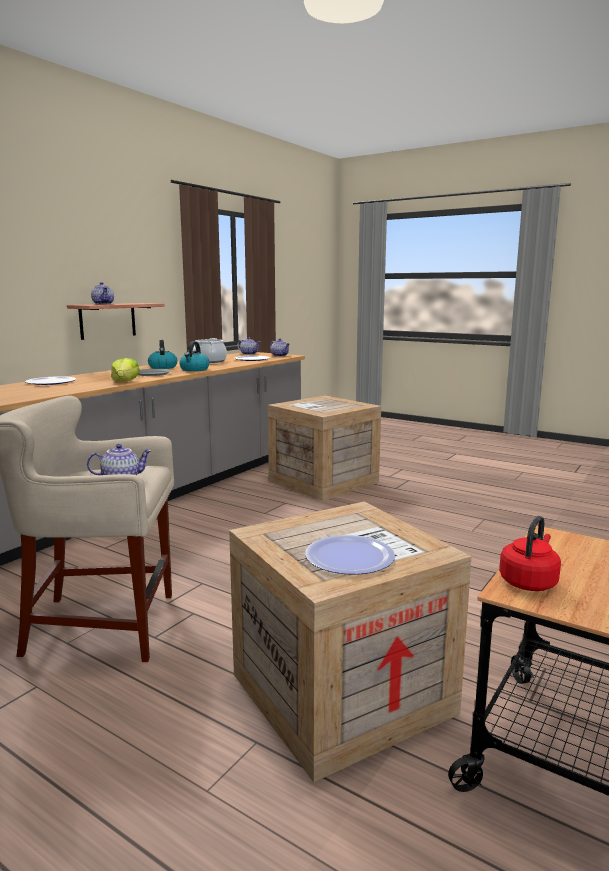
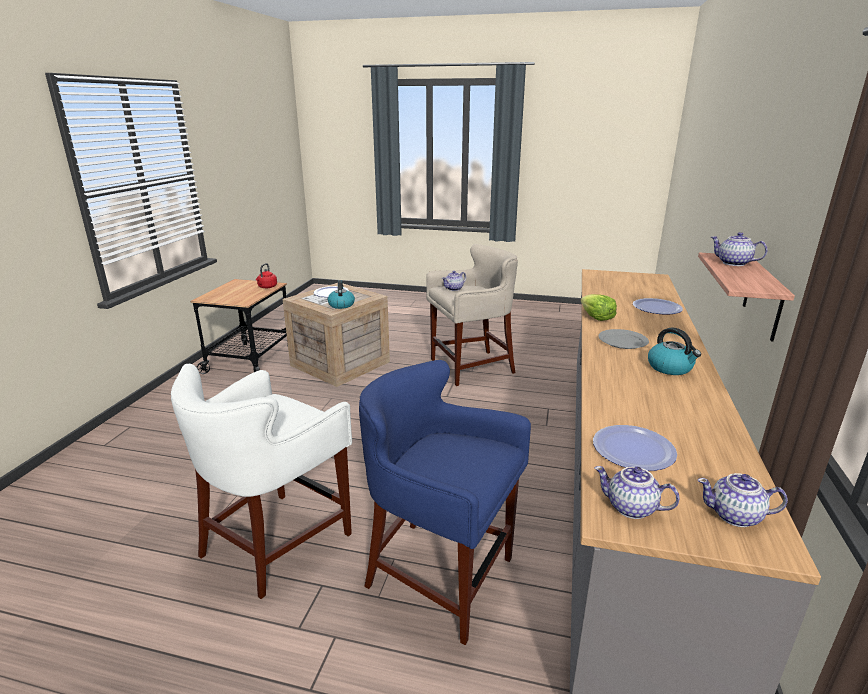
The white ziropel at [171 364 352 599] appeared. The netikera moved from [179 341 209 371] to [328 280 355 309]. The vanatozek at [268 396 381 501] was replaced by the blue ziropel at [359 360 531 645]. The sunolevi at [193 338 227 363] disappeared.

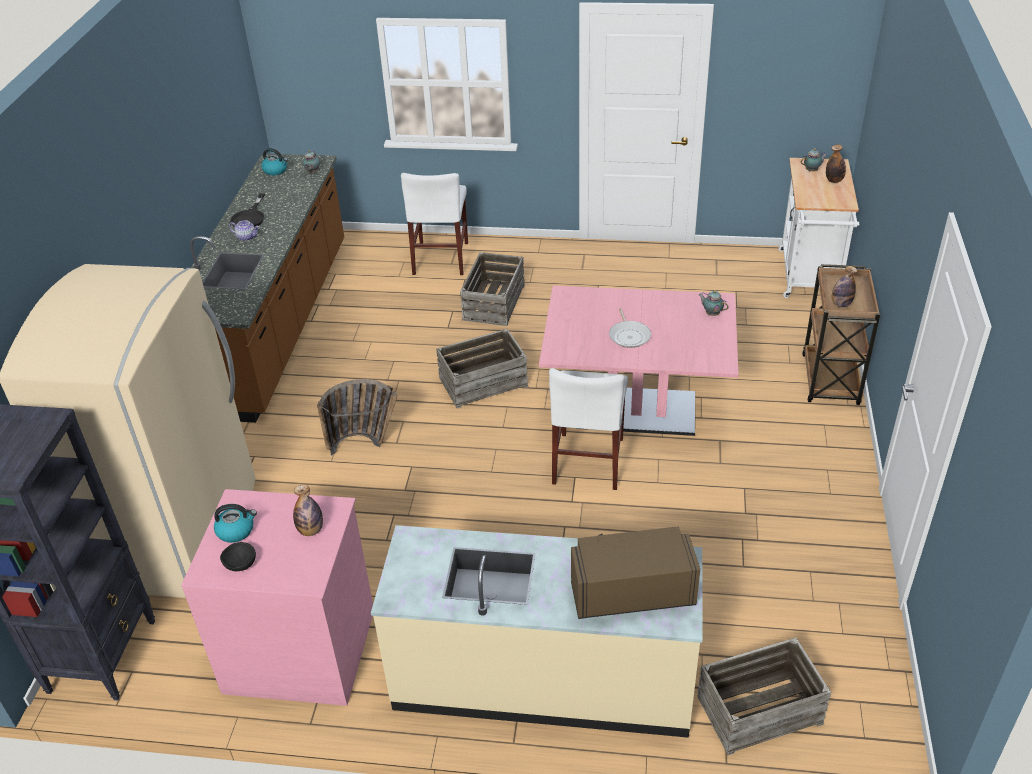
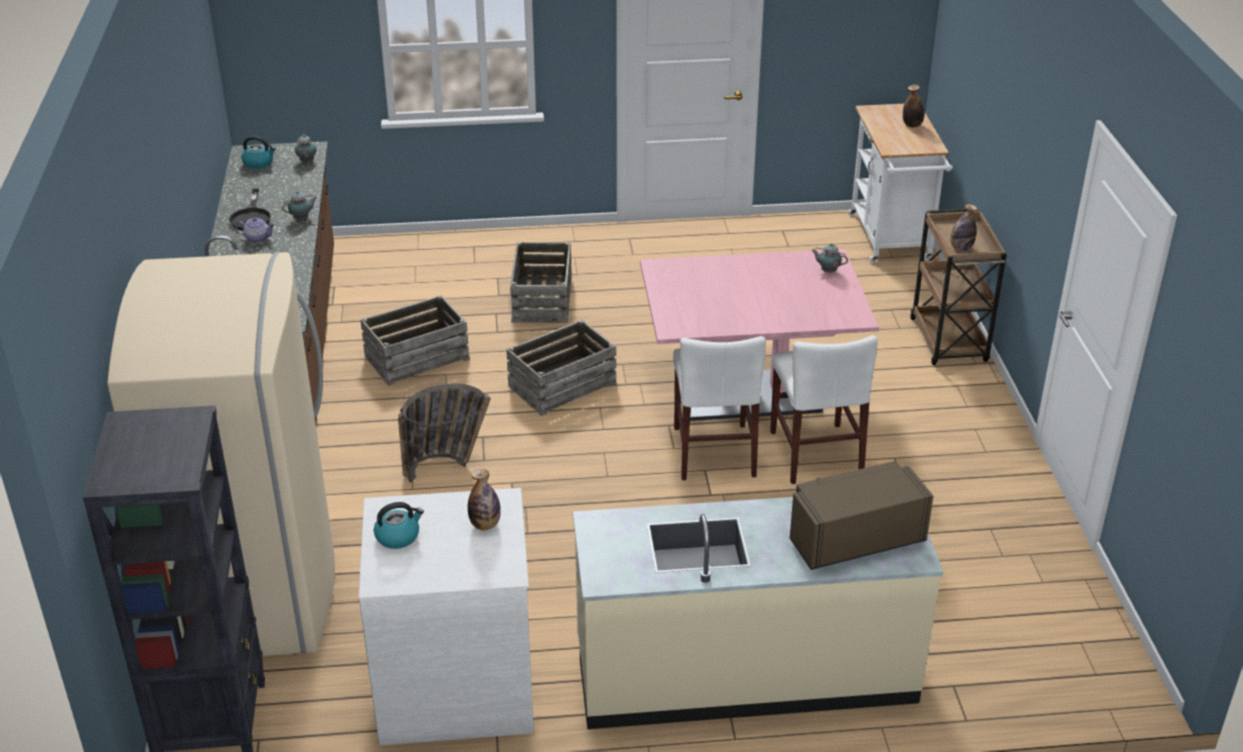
The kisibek moved from [801 148 827 171] to [282 191 317 220]. The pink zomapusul at [181 489 373 706] became the white zomapusul at [359 488 534 745]. The vanatozek moved from [697 638 831 755] to [360 295 470 386]. The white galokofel moved from [401 173 468 275] to [770 335 878 484]. The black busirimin at [220 542 256 571] disappeared. The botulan at [609 308 651 348] disappeared.

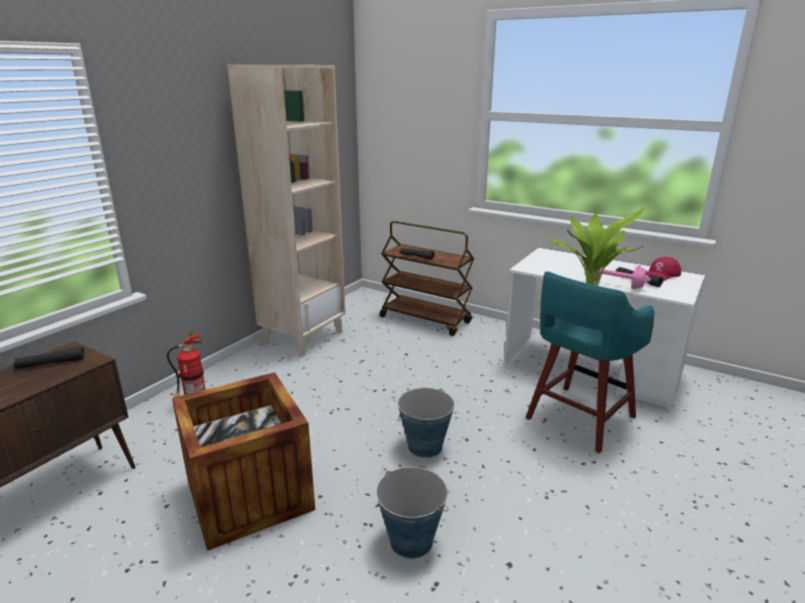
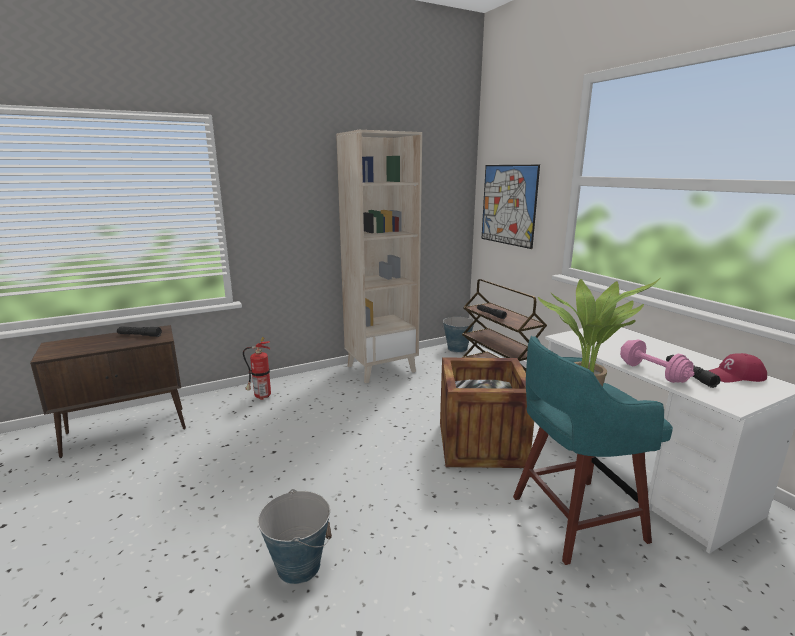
The vanatozek moved from [172 372 315 551] to [440 358 534 468]. The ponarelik moved from [397 388 455 458] to [442 317 474 353]. The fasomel at [482 165 540 249] appeared.

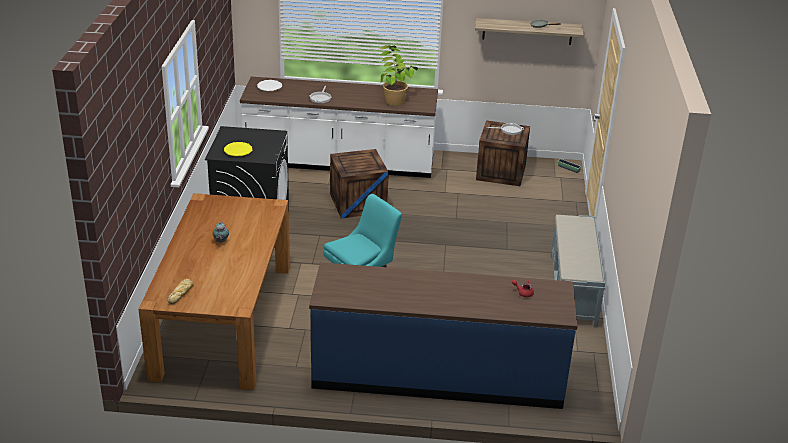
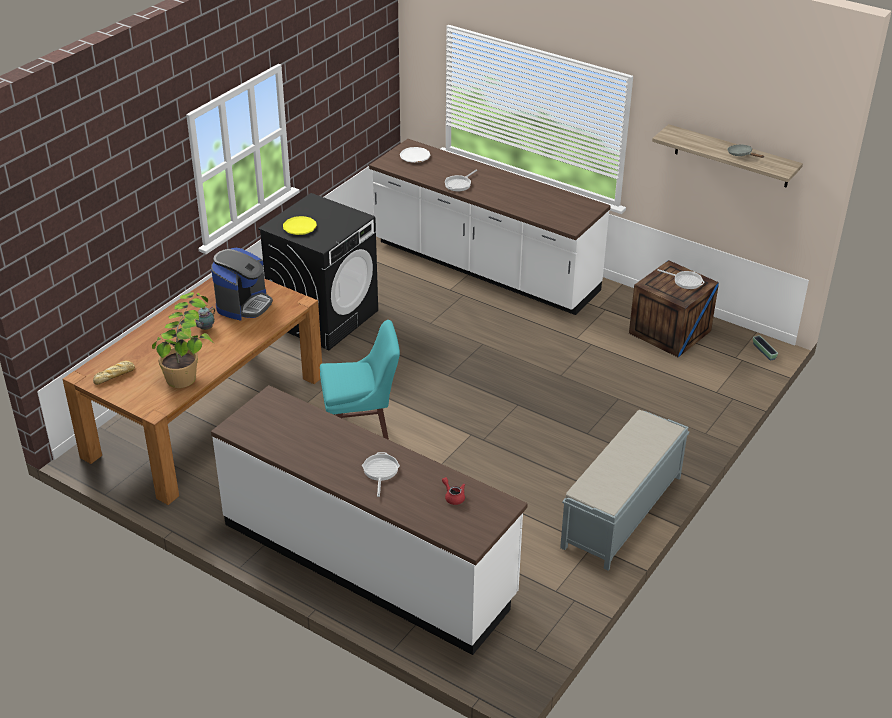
The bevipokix moved from [380 45 418 106] to [152 292 215 388]. The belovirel at [211 248 273 321] appeared. The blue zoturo at [309 262 578 409] became the white zoturo at [211 385 528 655]. The botulan at [362 452 400 497] appeared. The vanatozek at [330 149 389 219] disappeared.

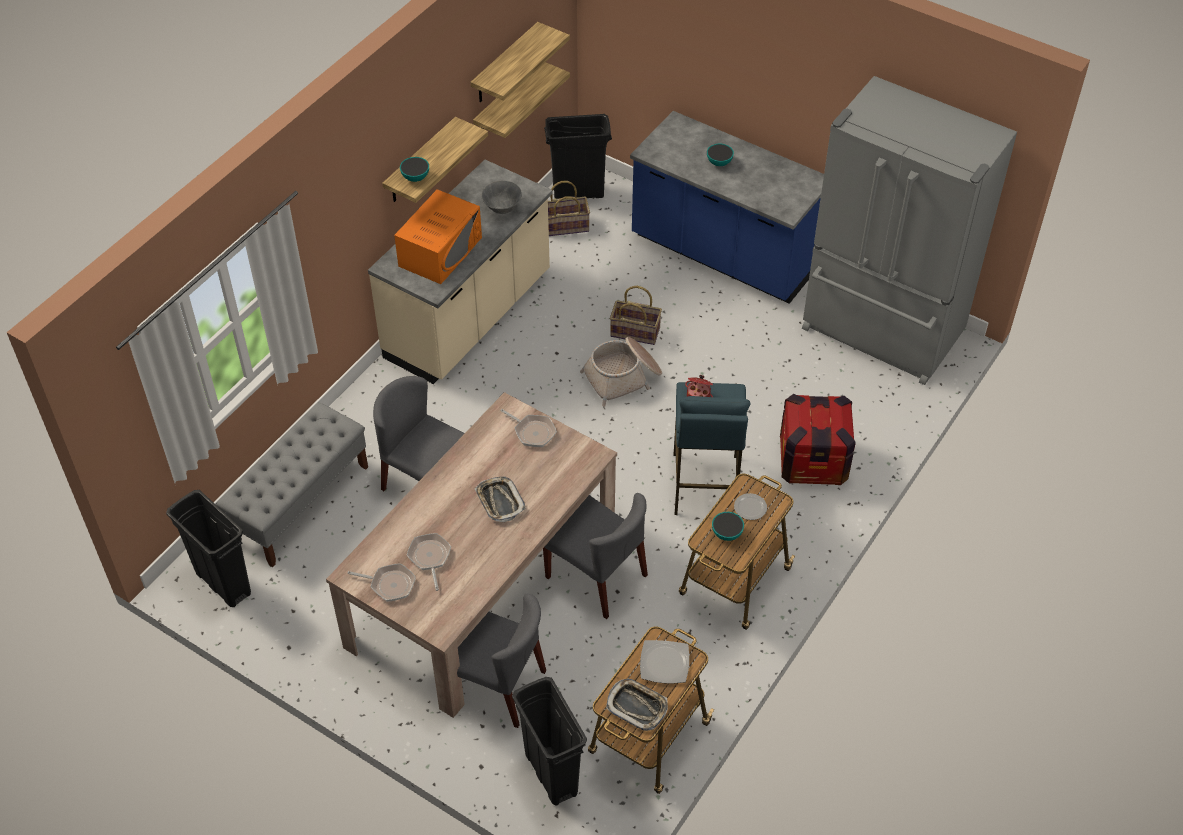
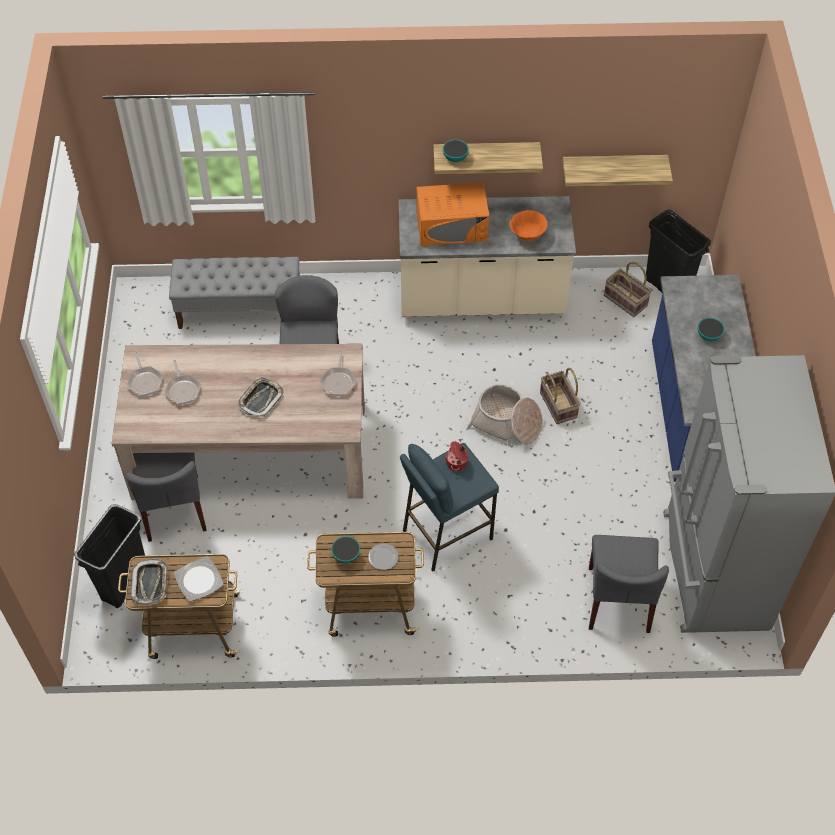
The botulan at [407 533 451 591] turned 120 degrees clockwise. The grey busirimin at [481 181 522 214] became the orange busirimin at [510 210 547 241]. The grey galokofel moved from [543 493 648 619] to [589 535 669 633]. The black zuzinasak at [166 490 251 607] disappeared. The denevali at [470 22 570 102] disappeared. The vanatozek at [780 394 856 485] disappeared.

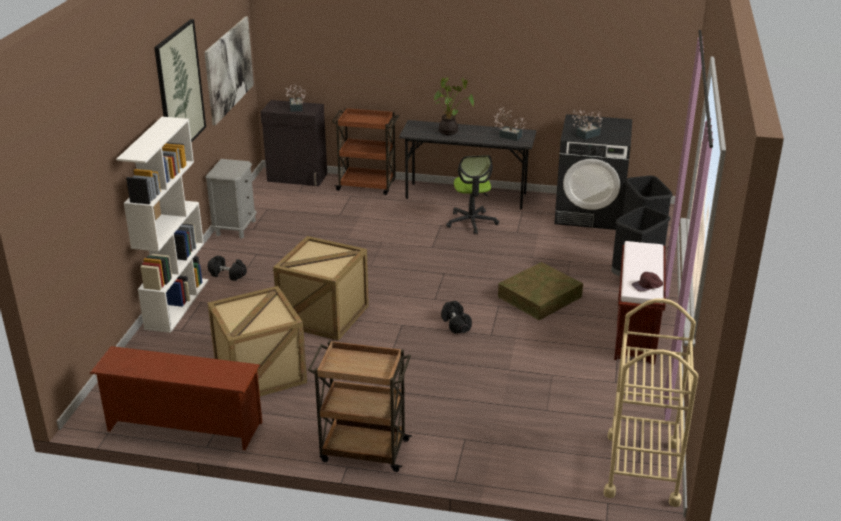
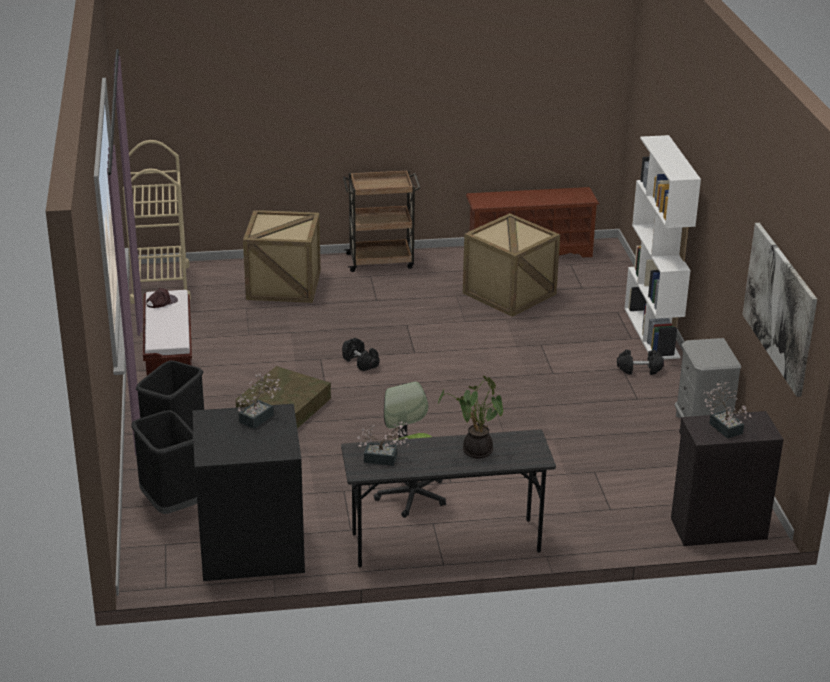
The vanatozek moved from [273 236 369 341] to [243 210 321 303]. The fasomel at [154 19 206 143] disappeared. The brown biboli at [332 108 399 195] disappeared.

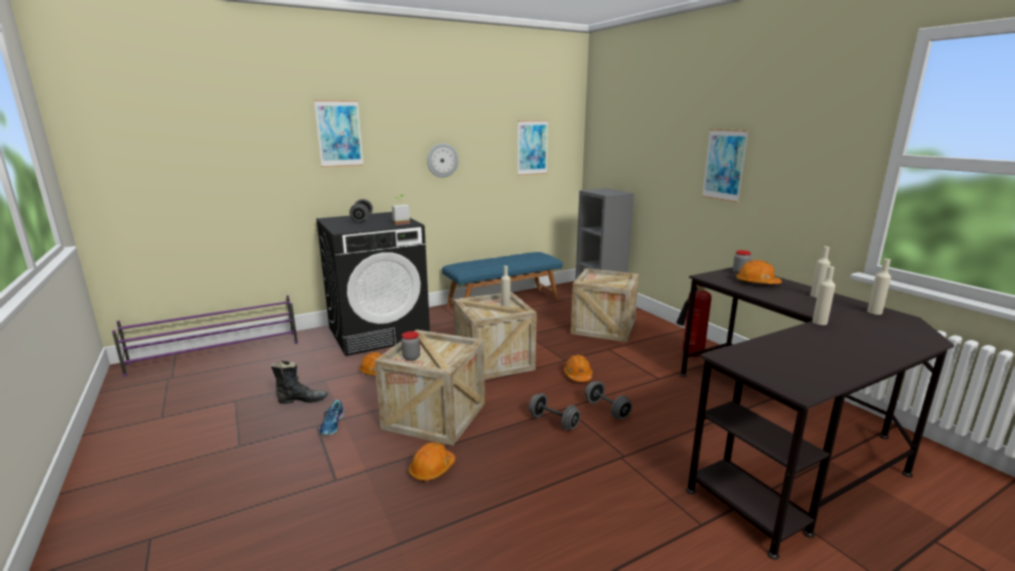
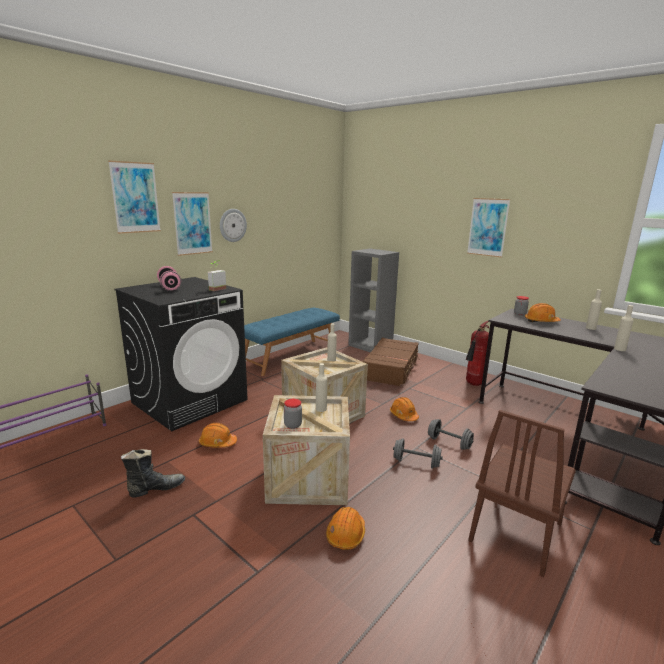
The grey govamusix at [349 199 373 223] became the pink govamusix at [157 266 181 291]. The fasomel moved from [517 120 548 176] to [172 192 213 256]. The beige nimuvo moved from [867 259 891 315] to [316 363 327 412]. The vanatozek at [571 268 639 342] was replaced by the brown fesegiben at [362 338 419 387]. The brown galokofel at [468 410 576 577] appeared. The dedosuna at [319 400 345 435] disappeared.

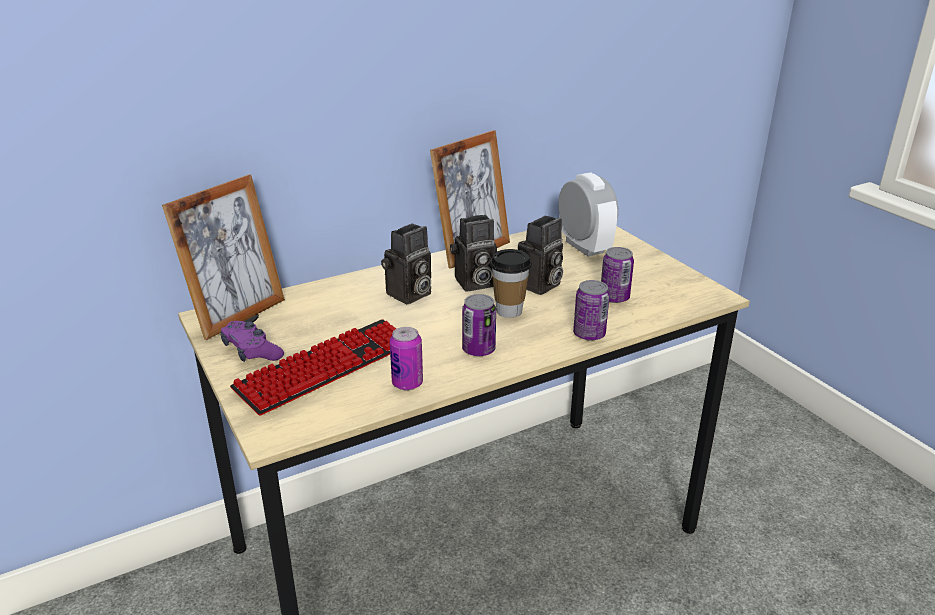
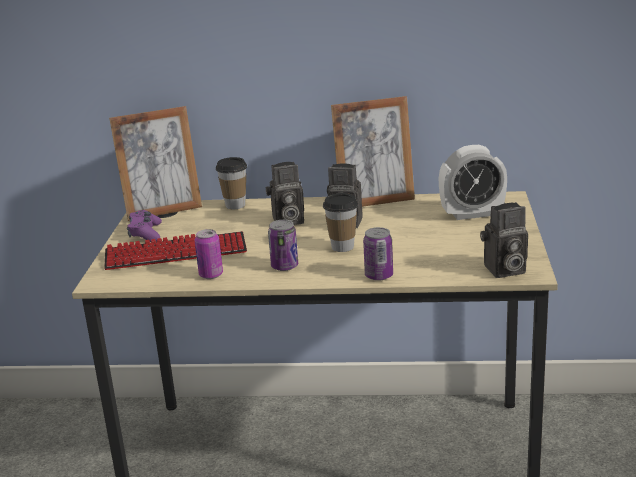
The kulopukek at [216 157 247 209] appeared. The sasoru at [559 173 618 257] turned 75 degrees clockwise. The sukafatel moved from [517 216 563 295] to [480 202 528 278]. The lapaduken at [601 247 634 303] disappeared.

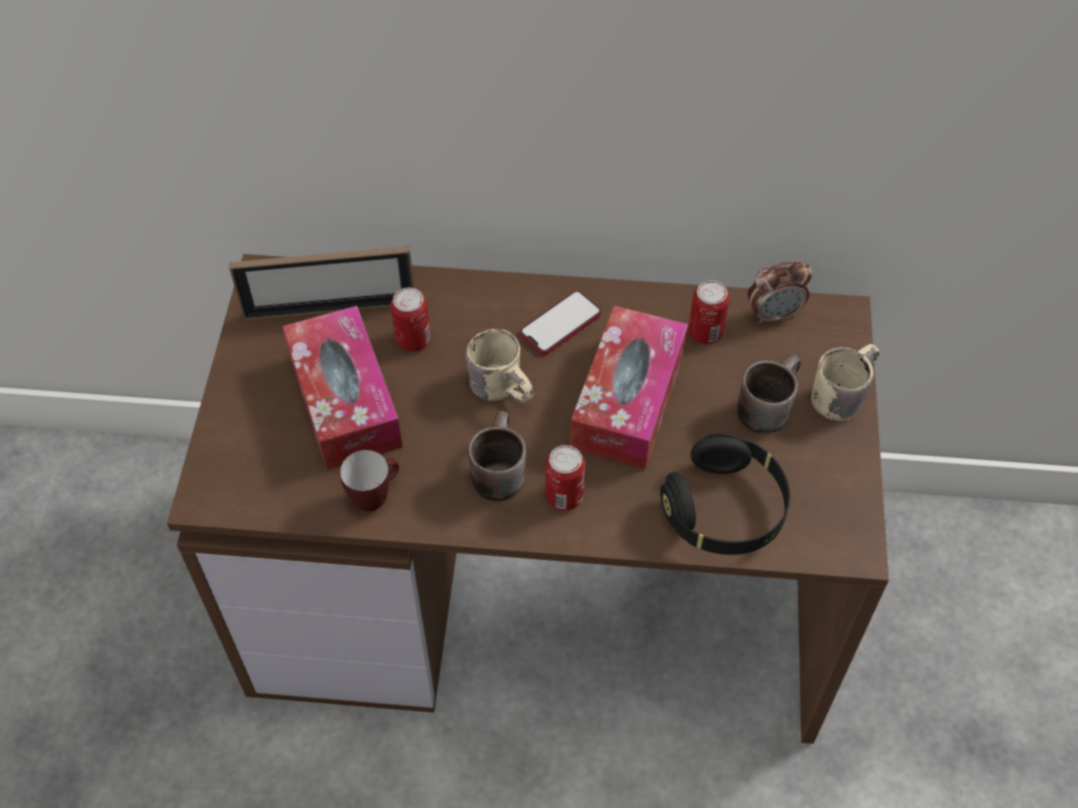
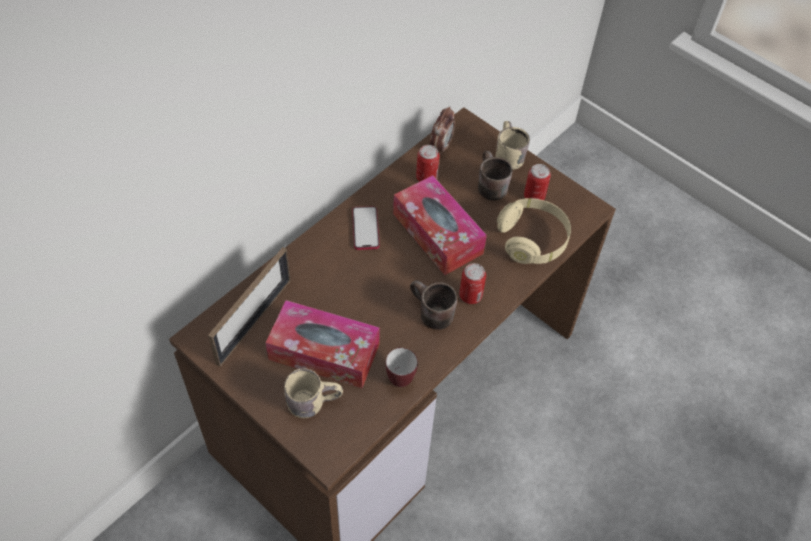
The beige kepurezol moved from [466 329 534 403] to [284 368 343 418]. The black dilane at [660 433 790 555] became the beige dilane at [497 198 571 264]. The lapaduken moved from [391 288 431 351] to [524 164 551 200].

